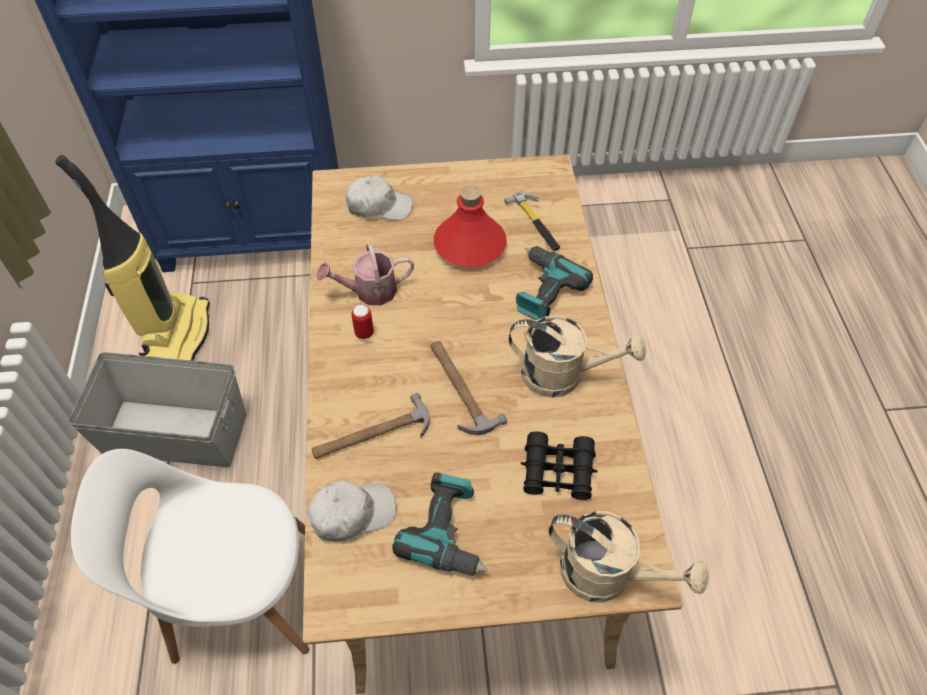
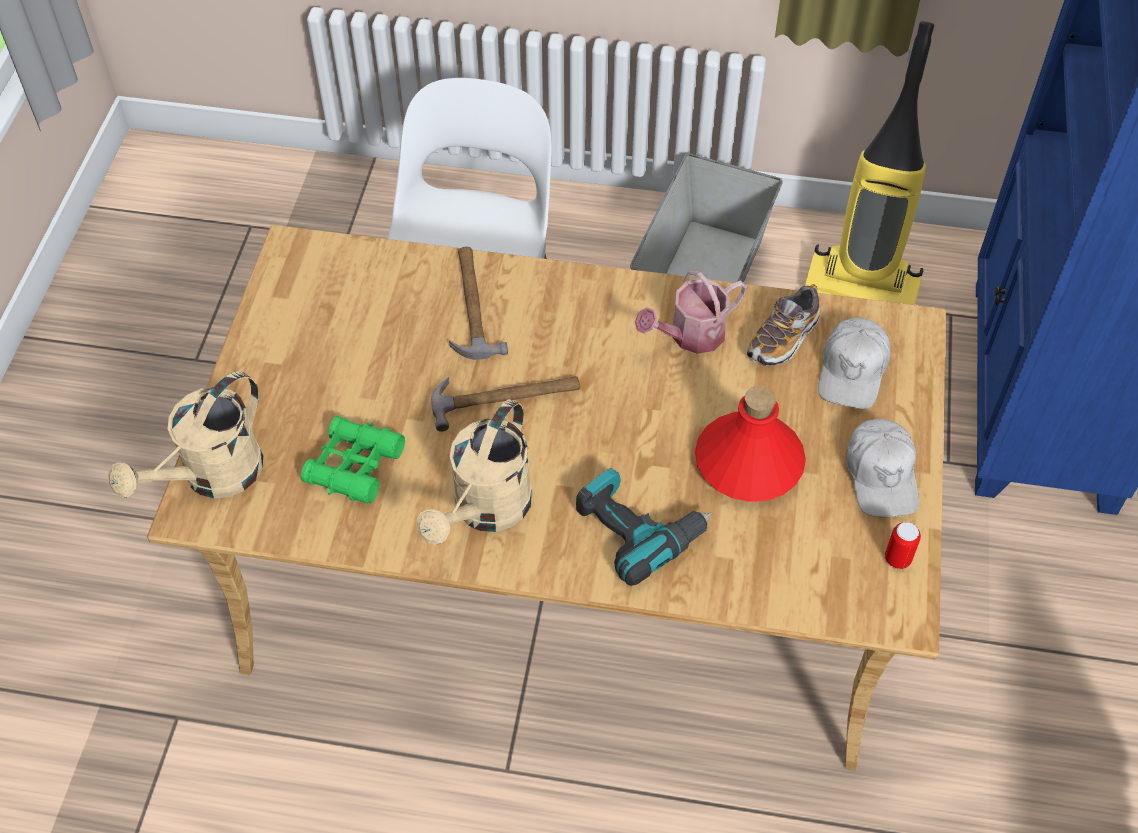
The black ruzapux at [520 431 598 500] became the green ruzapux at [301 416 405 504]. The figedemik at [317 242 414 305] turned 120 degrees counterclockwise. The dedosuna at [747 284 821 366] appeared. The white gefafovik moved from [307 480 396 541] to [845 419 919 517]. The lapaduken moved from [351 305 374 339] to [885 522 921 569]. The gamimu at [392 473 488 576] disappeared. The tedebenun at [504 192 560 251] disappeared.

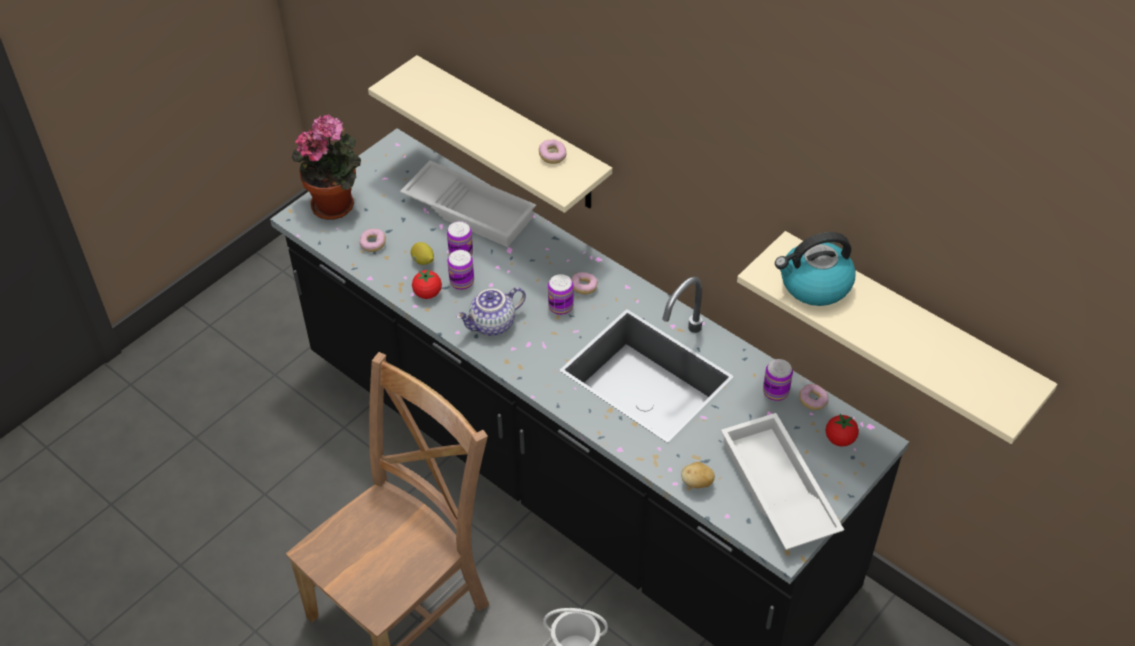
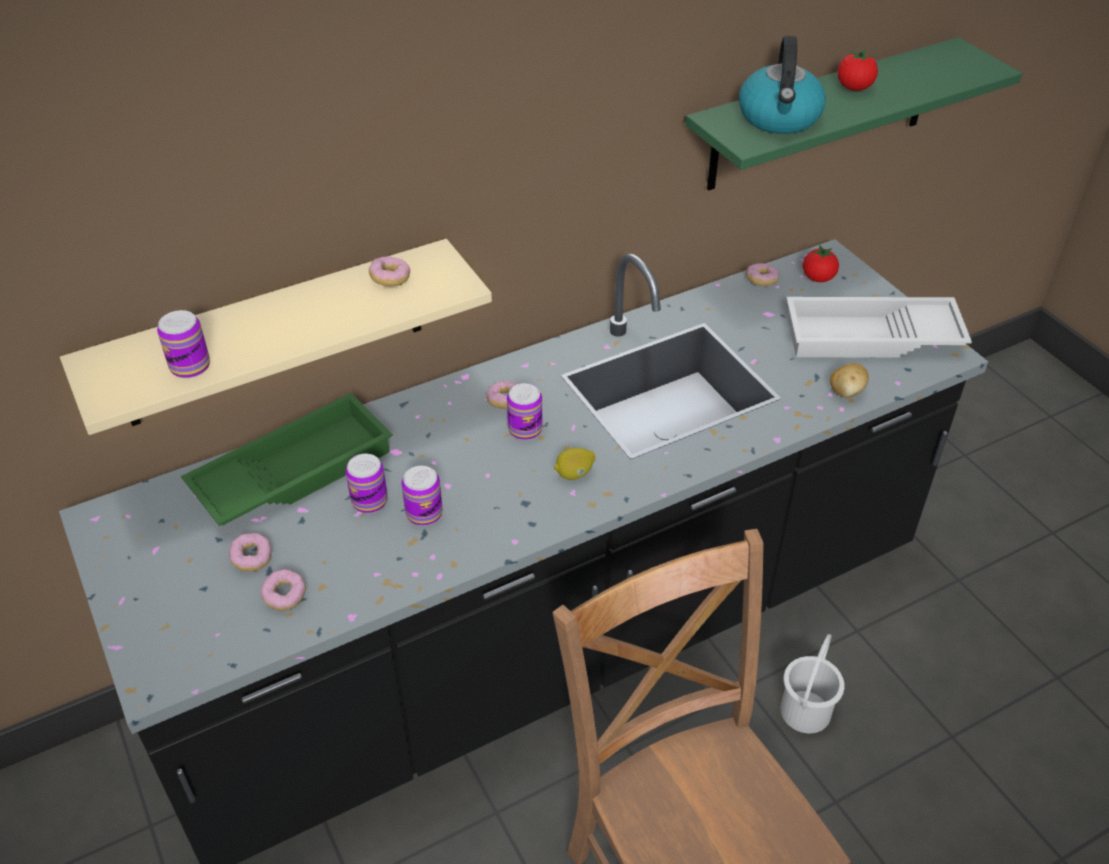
The lapaduken moved from [763 359 793 401] to [157 310 210 378]. The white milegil at [400 160 536 247] became the green milegil at [181 393 393 526]. The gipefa at [229 533 272 572] appeared. The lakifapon moved from [411 242 434 265] to [554 448 596 480]. The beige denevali at [737 231 1057 444] became the green denevali at [685 37 1022 191]. The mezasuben moved from [412 269 442 299] to [837 49 878 91]. The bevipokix at [292 114 361 220] disappeared. The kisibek at [456 287 526 336] disappeared.

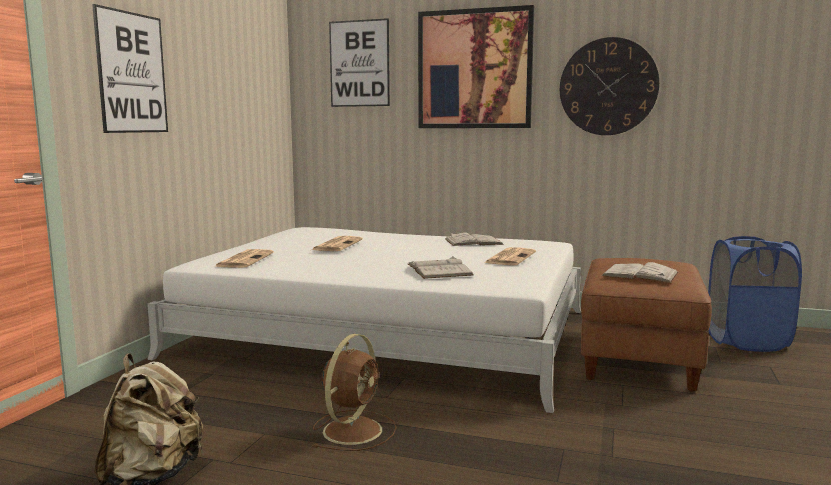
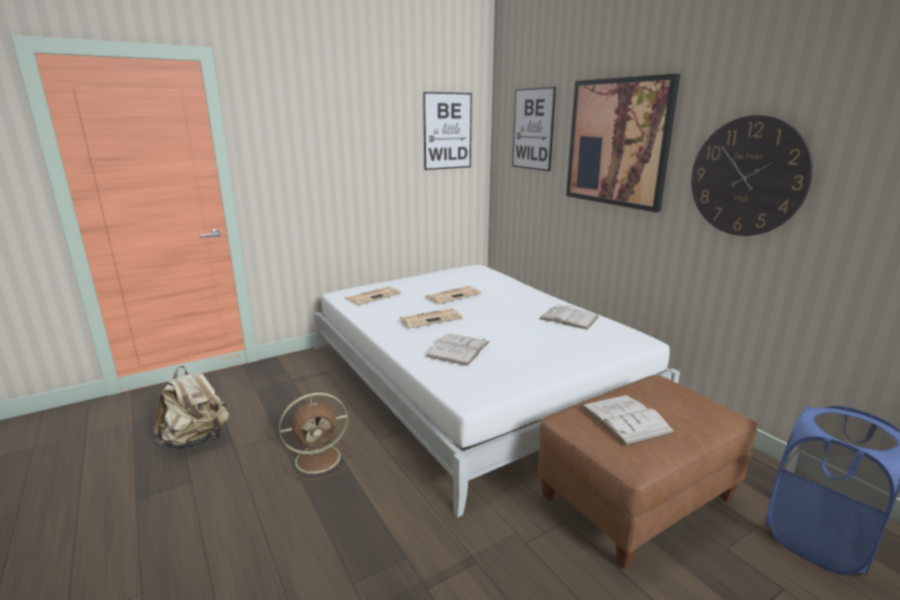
The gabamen moved from [484 247 536 265] to [399 308 463 328]. The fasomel moved from [92 4 168 133] to [423 92 472 170].

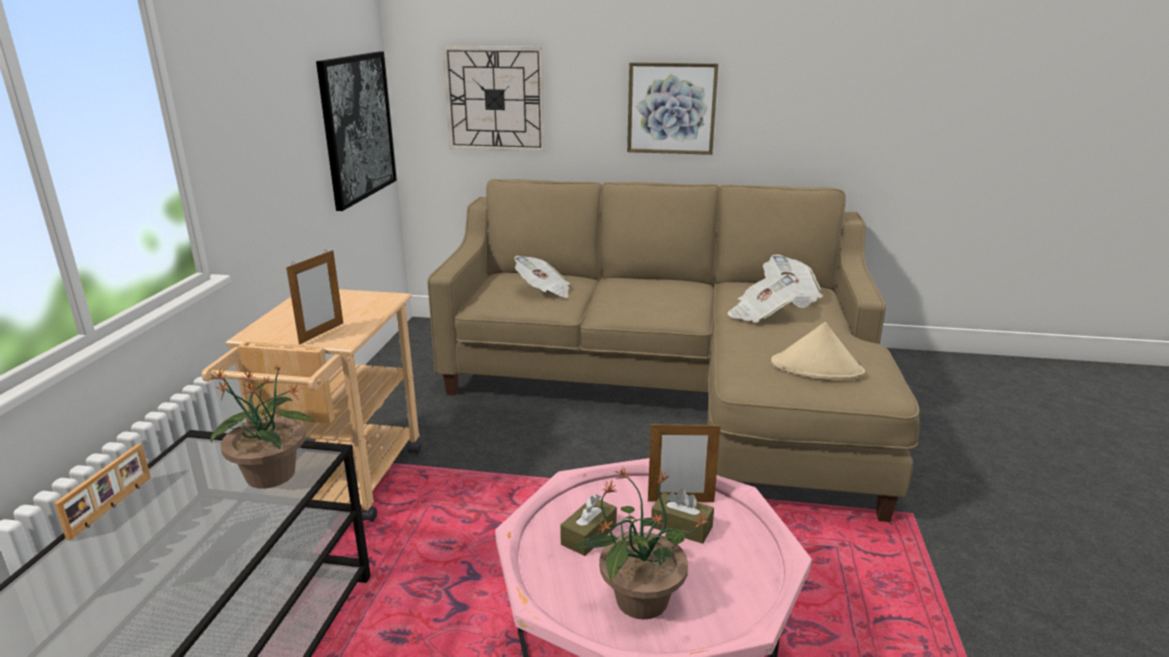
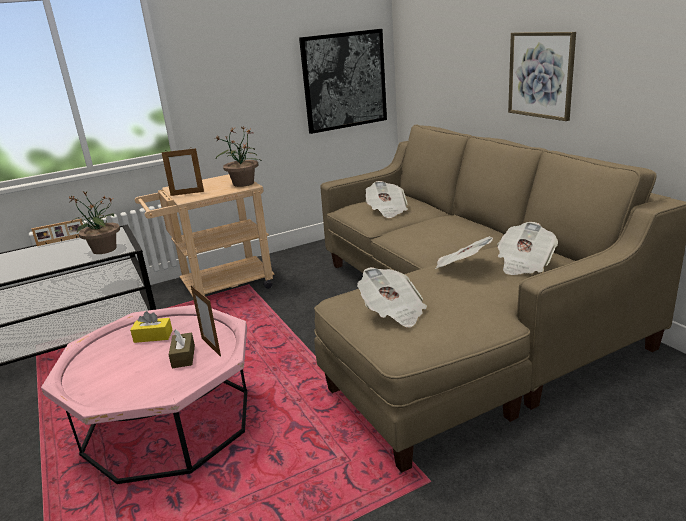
The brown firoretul at [560 494 617 556] became the yellow firoretul at [130 311 173 343]. The bevipokix moved from [575 467 707 619] to [215 126 262 187]. The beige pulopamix at [771 322 865 380] was replaced by the gabamen at [357 267 427 327]. The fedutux at [442 46 545 152] disappeared.

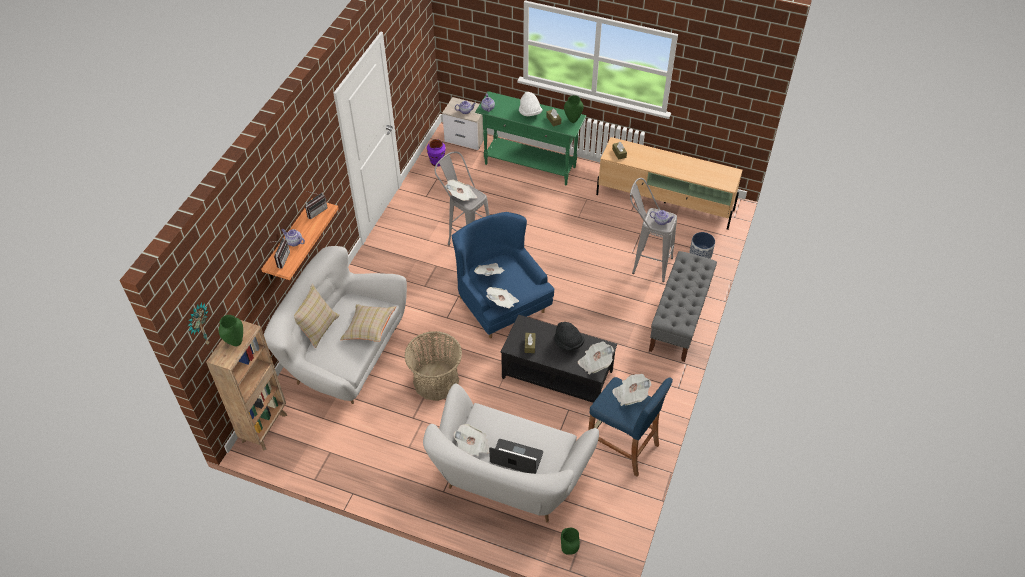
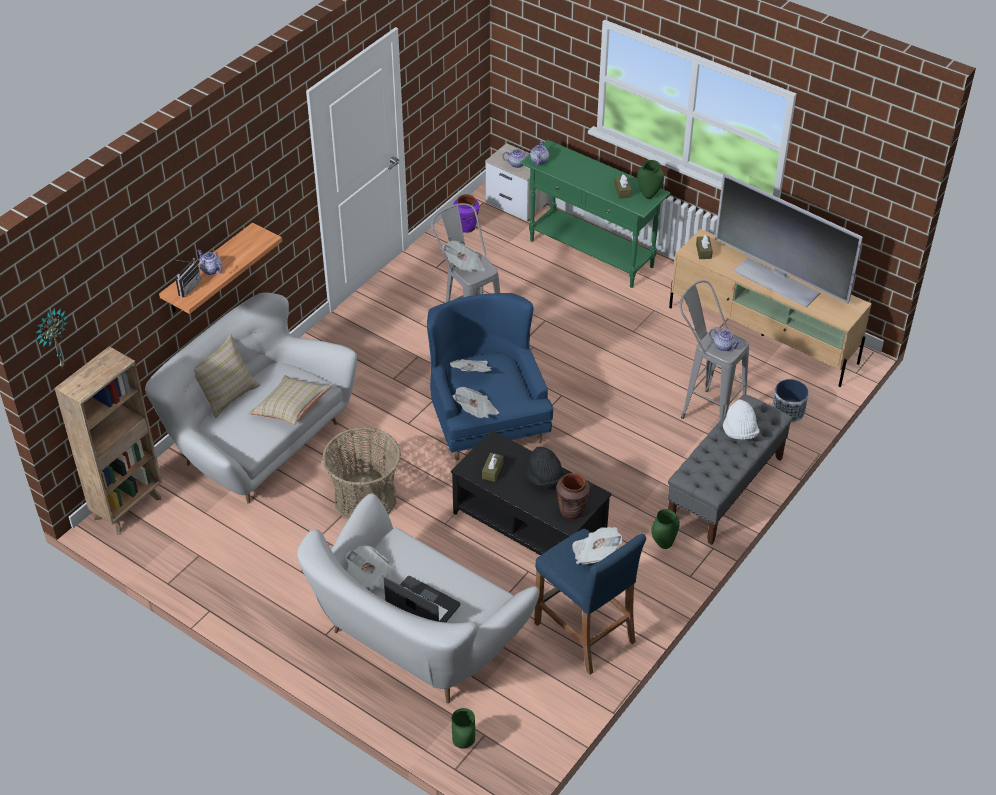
The gabamen at [578 341 614 375] was replaced by the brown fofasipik at [556 473 590 519]. The green fofasipik moved from [219 315 243 346] to [651 509 680 549]. The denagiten at [715 174 863 307] appeared. The white pulopamix moved from [519 92 542 116] to [723 400 760 440]. The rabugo at [305 191 328 219] disappeared.

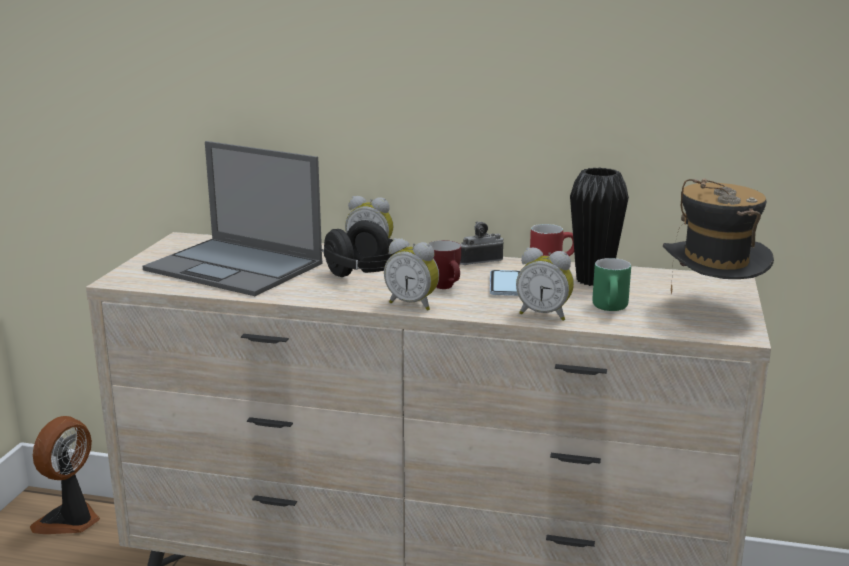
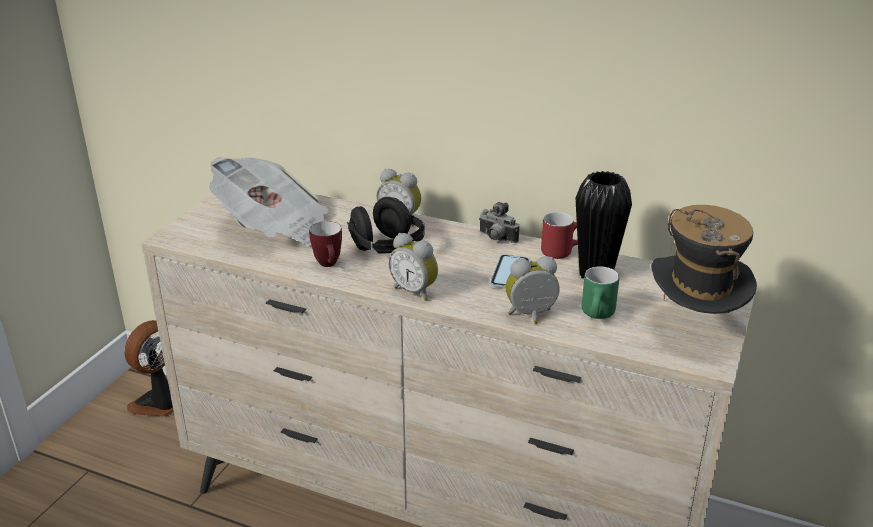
The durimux at [143 141 322 296] was replaced by the gabamen at [209 157 328 246]. The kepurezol moved from [428 240 461 289] to [309 221 342 267]. The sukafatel at [460 221 503 265] turned 135 degrees counterclockwise. The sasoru at [516 247 574 321] turned 135 degrees clockwise.

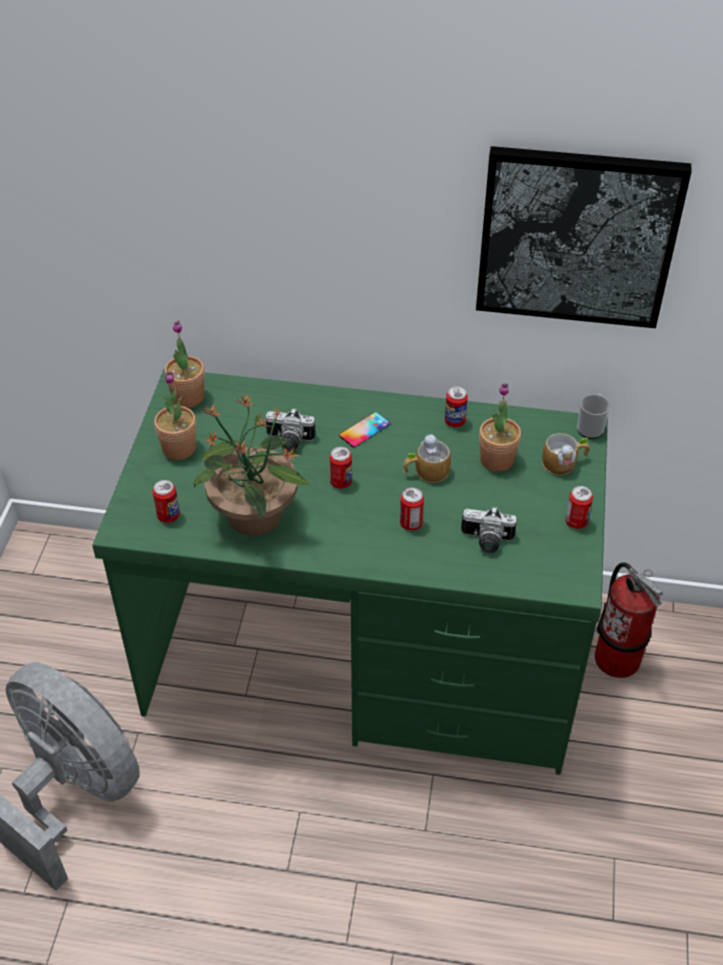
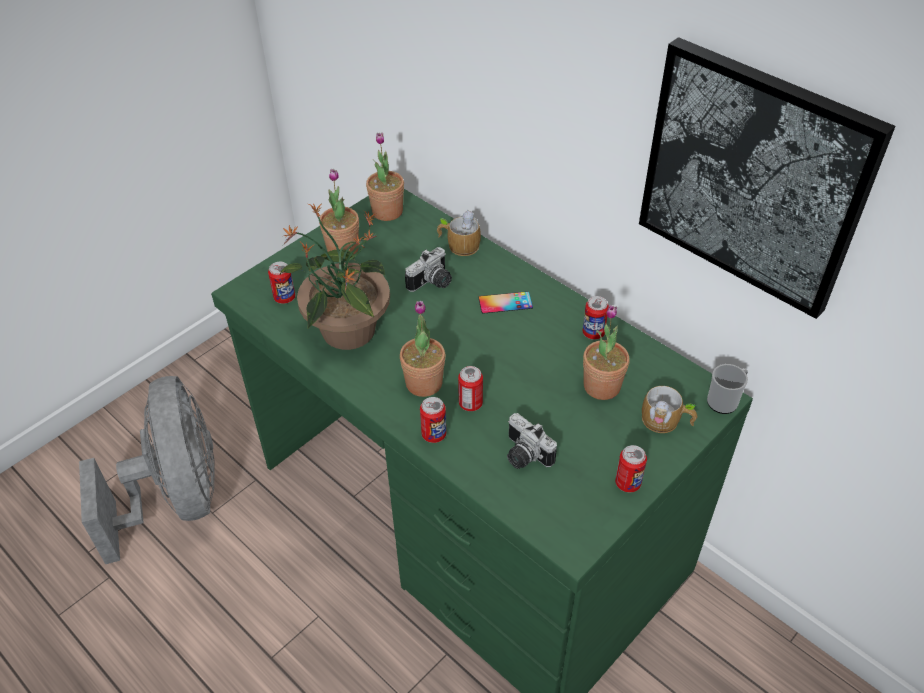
The bevipokix at [400 301 445 397] appeared. The sukafatel at [266 408 316 451] turned 90 degrees counterclockwise. The lapaduken moved from [329 447 352 489] to [420 397 446 443]. The kepurezol moved from [403 434 451 483] to [437 210 481 256]. The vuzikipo at [595 562 663 678] disappeared.

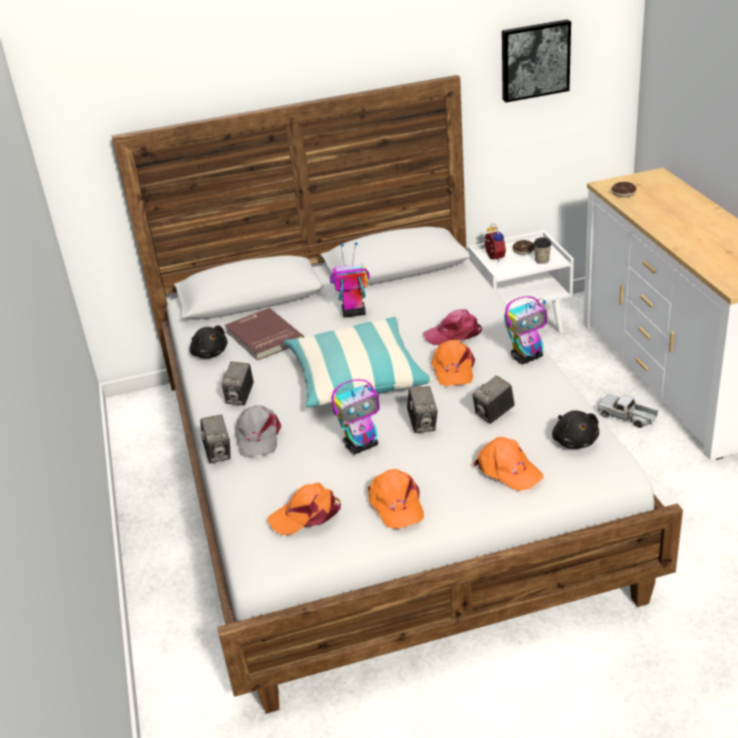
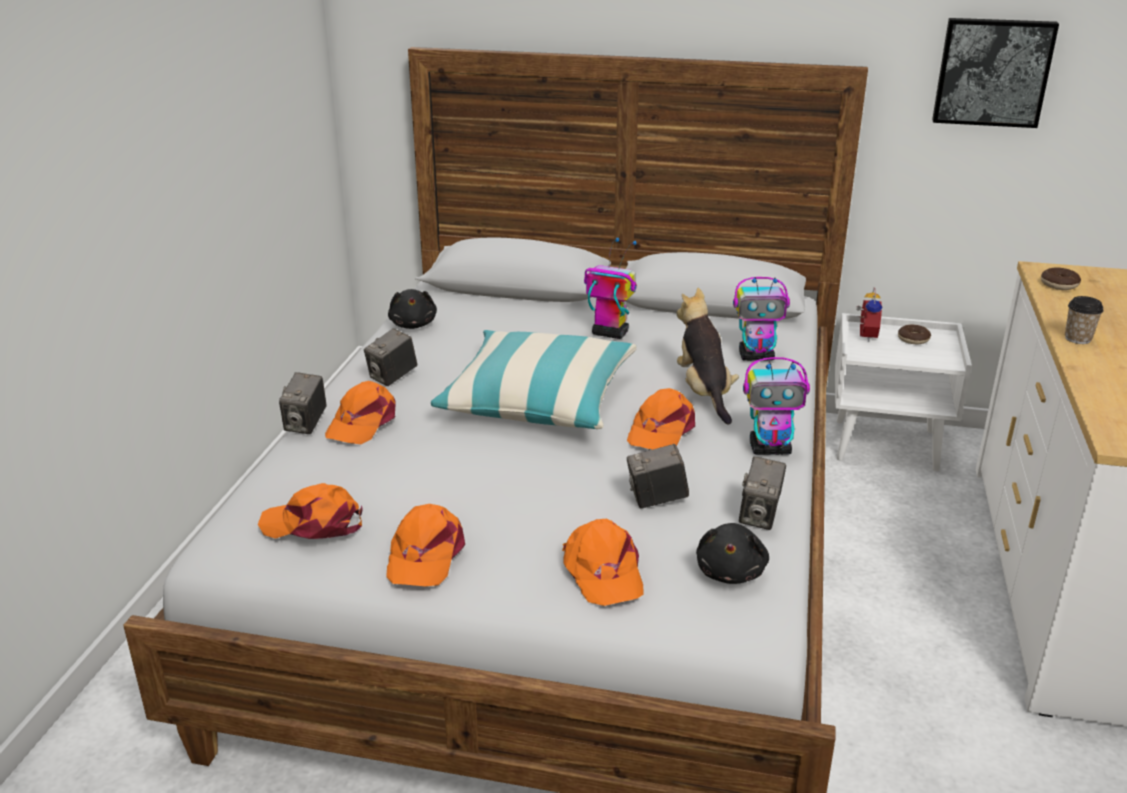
The grey gefafovik at [235 405 281 457] became the orange gefafovik at [325 381 396 444]. The pink gefafovik at [423 309 482 345] was replaced by the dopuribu at [676 288 739 424]. The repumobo moved from [332 379 379 454] to [733 277 790 361]. The sukafatel moved from [407 386 438 433] to [739 456 786 530]. The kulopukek moved from [533 237 551 264] to [1065 296 1103 344]. The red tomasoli at [225 308 304 361] disappeared. The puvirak at [597 394 658 428] disappeared.

